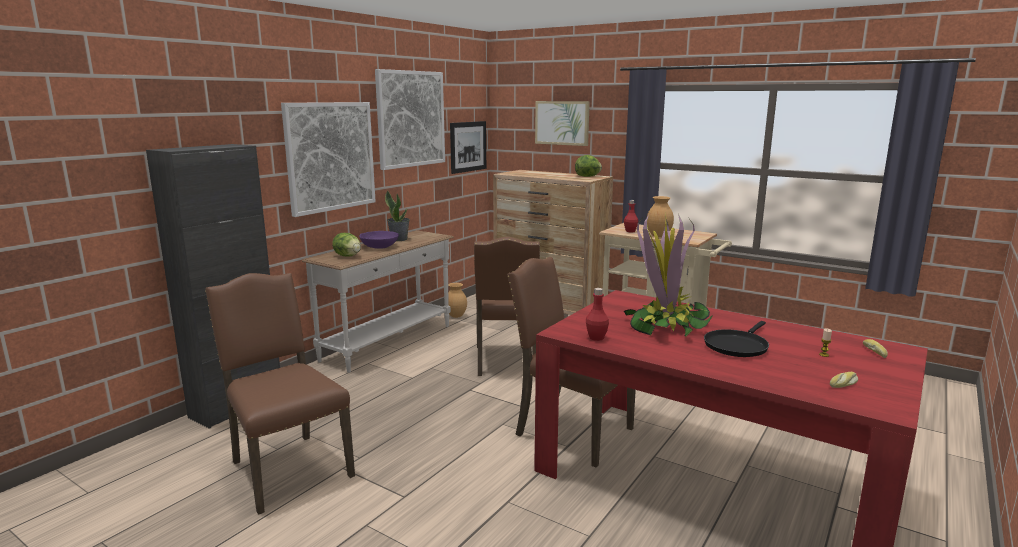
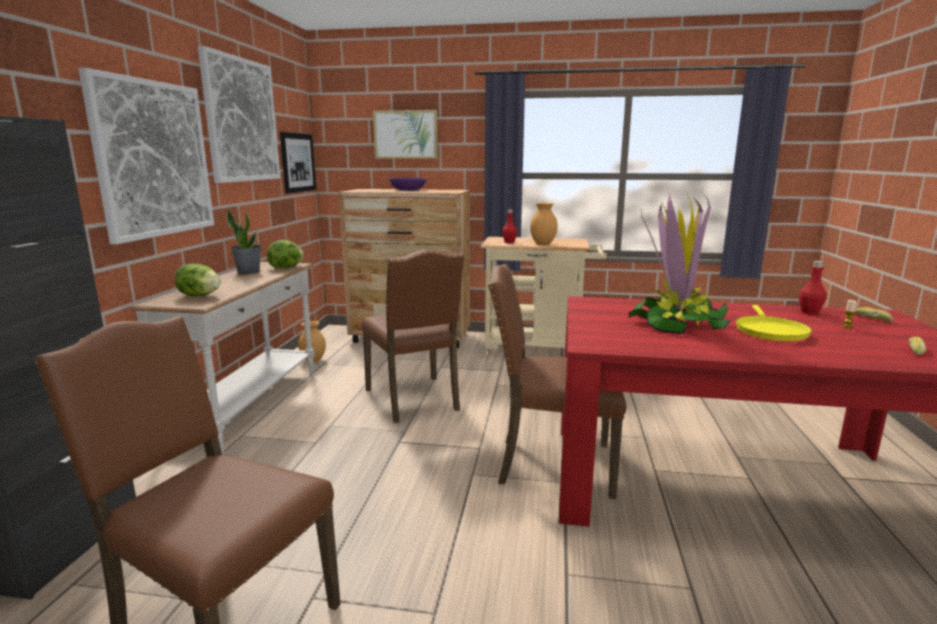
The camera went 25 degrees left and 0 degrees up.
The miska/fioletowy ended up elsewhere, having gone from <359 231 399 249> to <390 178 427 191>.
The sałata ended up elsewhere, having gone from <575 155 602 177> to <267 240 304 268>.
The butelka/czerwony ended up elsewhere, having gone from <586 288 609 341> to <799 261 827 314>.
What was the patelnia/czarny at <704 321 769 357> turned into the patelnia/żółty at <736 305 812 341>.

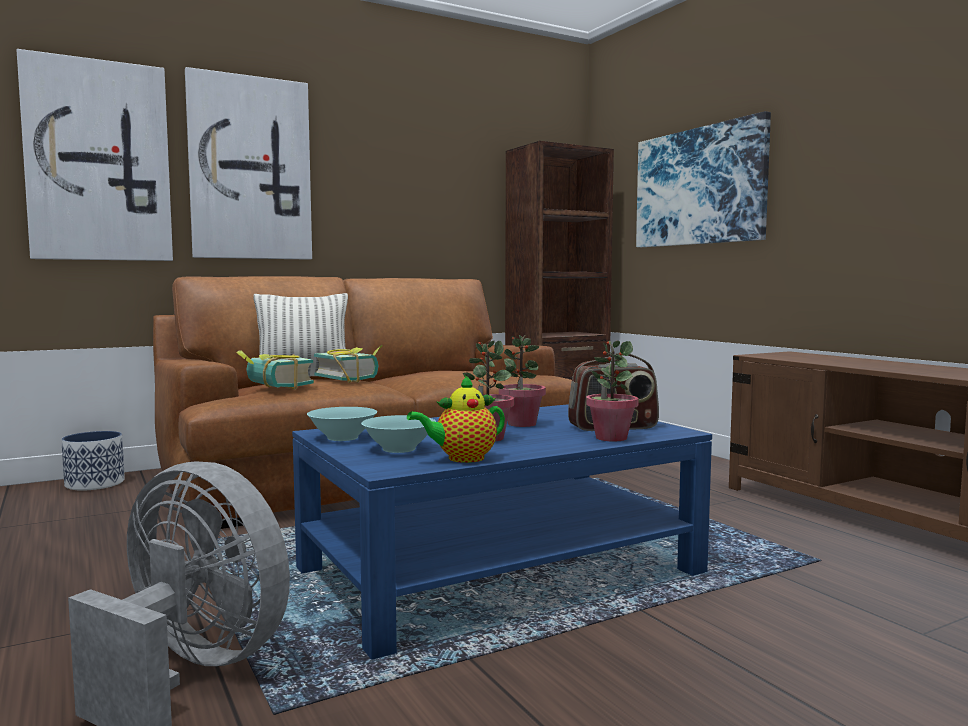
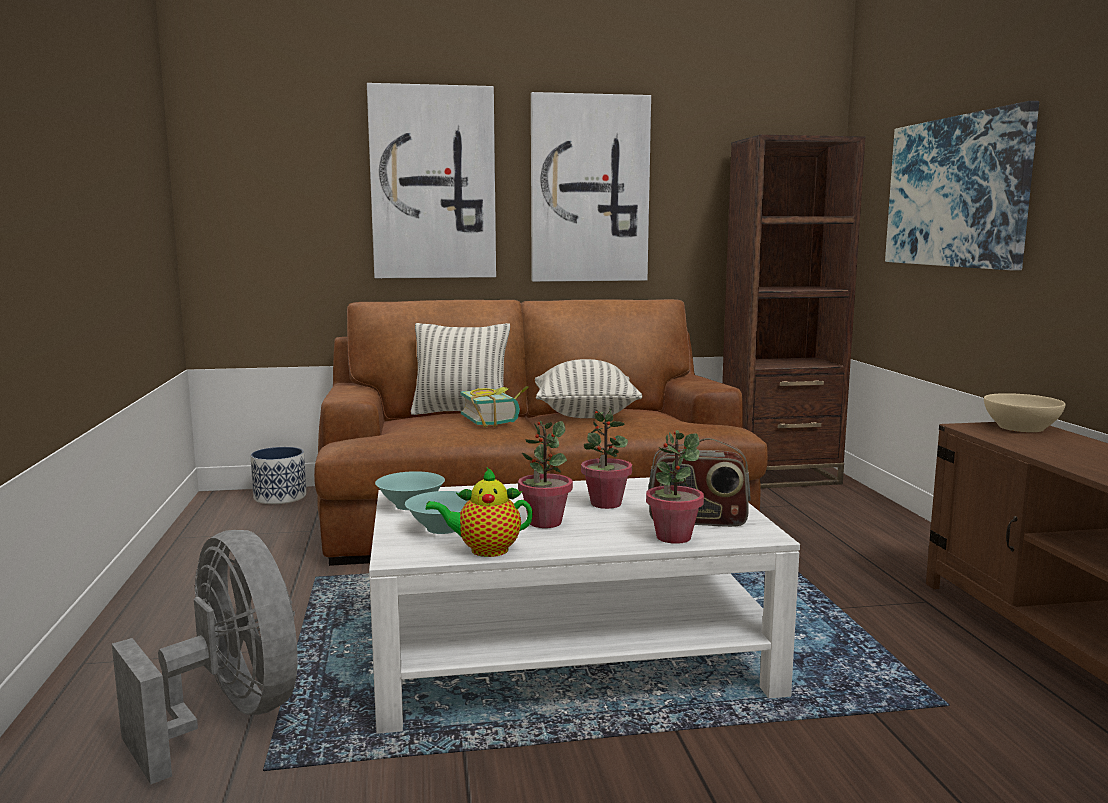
The camera went 20 degrees right and 5 degrees up.
The obraz ended up elsewhere, having gone from <17 49 173 261> to <531 92 651 282>.
The second view lost the książka at <237 350 314 390>.
What was the ława/niebieski at <292 404 712 660> turned into the ława/biały at <369 477 800 734>.
The second view gained the poduszka at <535 359 642 418>.
The second view gained the miska/beżowy at <984 393 1066 432>.

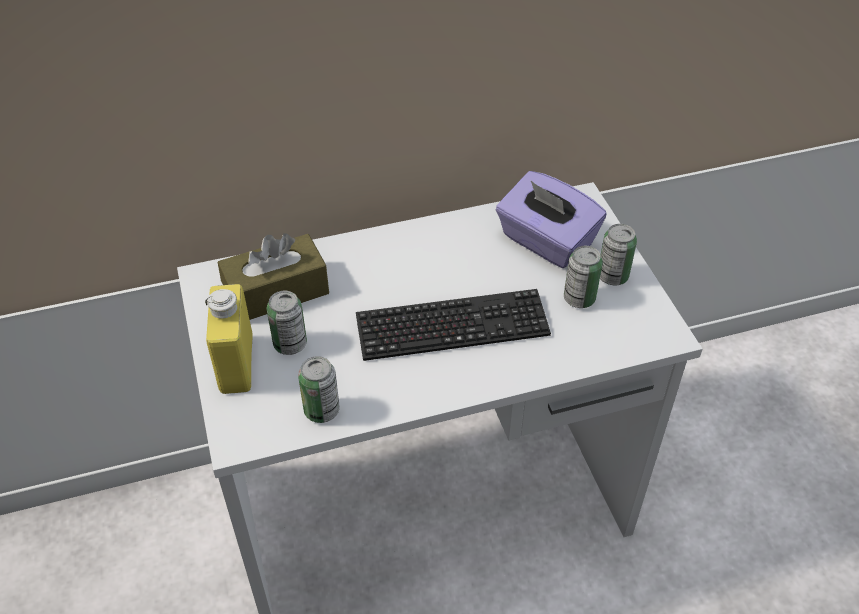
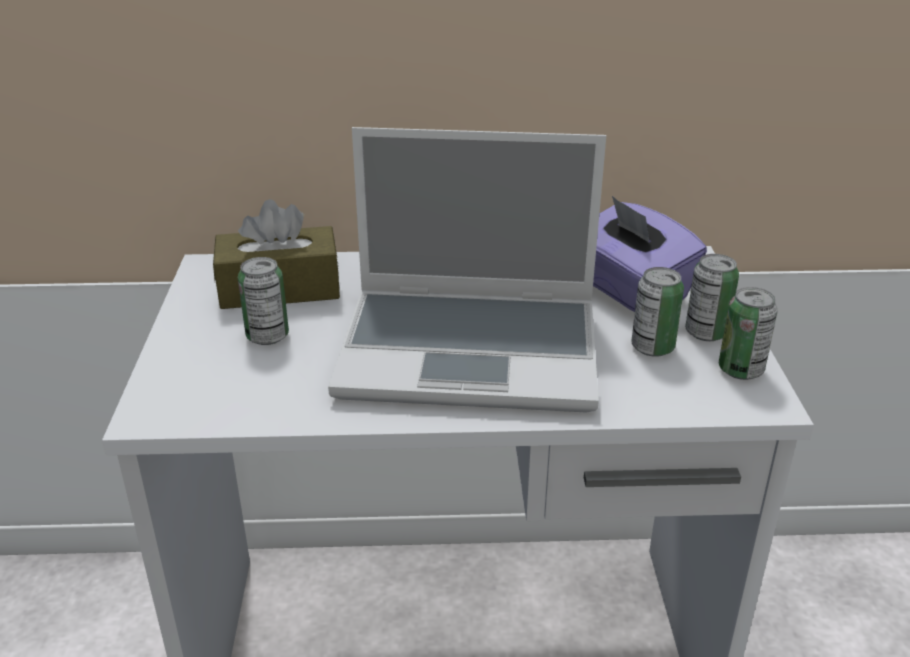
The camera went 15 degrees right and 15 degrees down.
The second view lost the butelka/żółty at <205 284 253 394>.
The puszka ended up elsewhere, having gone from <298 356 340 423> to <719 287 777 380>.
Where the klawiatura stood at <356 289 551 361>, the laptop came to stand at <328 127 606 413>.

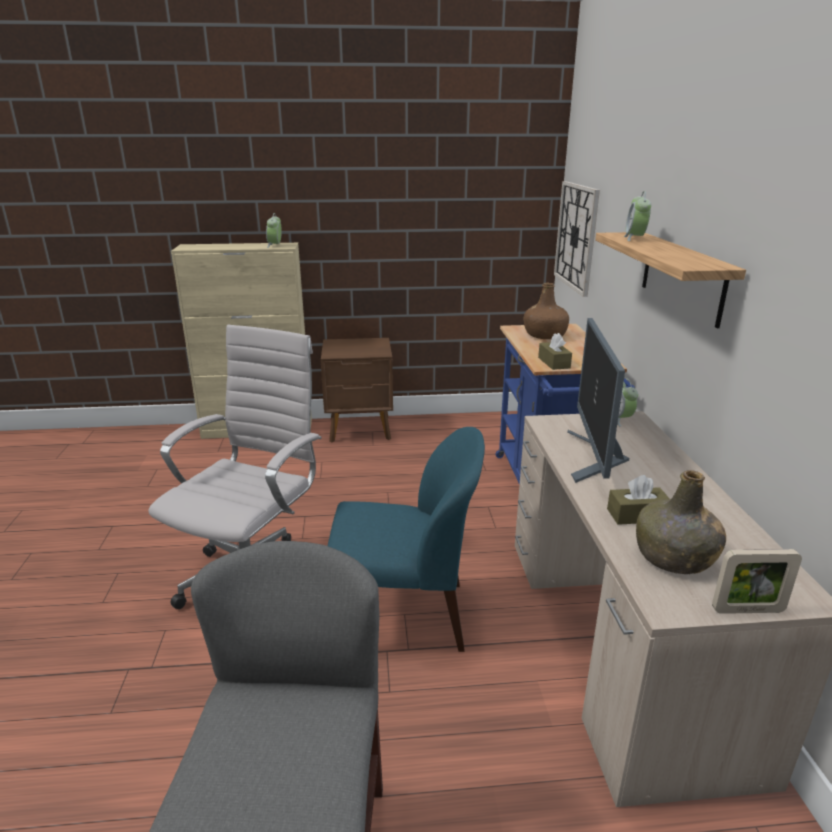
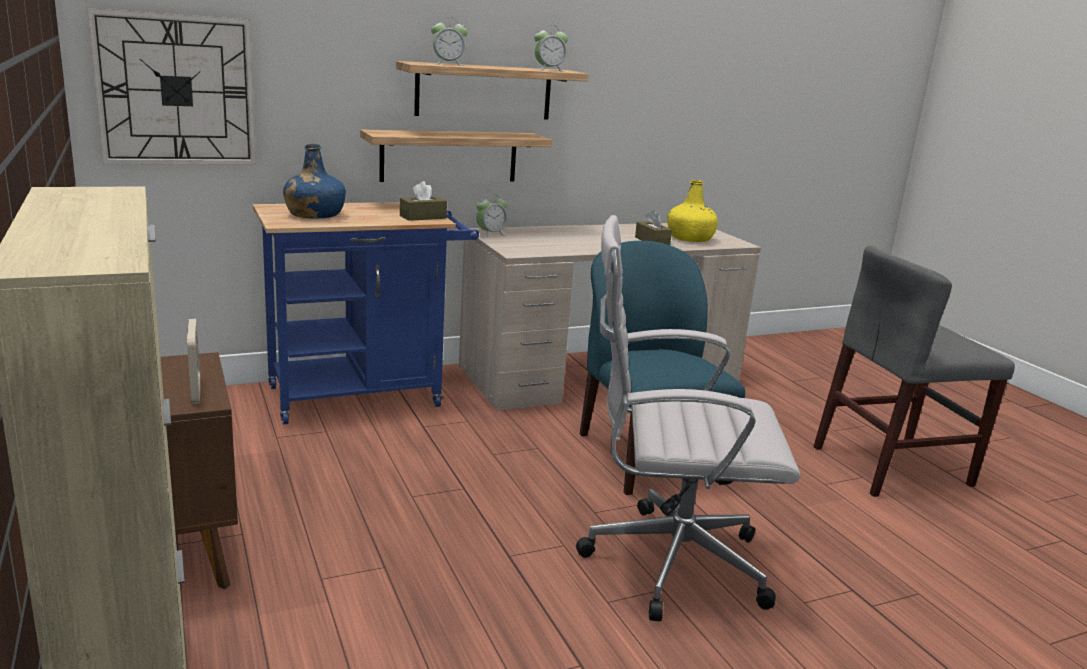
The camera went 110 degrees left and 5 degrees down.
The budzik ended up elsewhere, having gone from <266 213 282 248> to <534 25 568 72>.
What was the butelka/brązowy at <524 283 569 339> turned into the butelka/niebieski at <283 144 346 218>.
The second view lost the monitor at <567 318 629 483>.
What was the butelka/zielony at <636 470 726 574> turned into the butelka/żółty at <667 179 718 242>.
The ramka na zdjęcie ended up elsewhere, having gone from <712 549 802 614> to <187 319 201 404>.
The second view gained the półka at <360 130 552 182>.

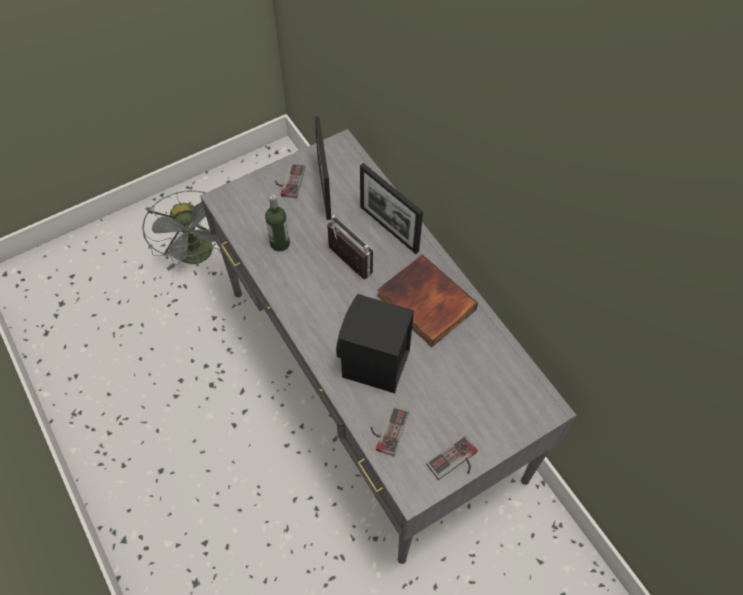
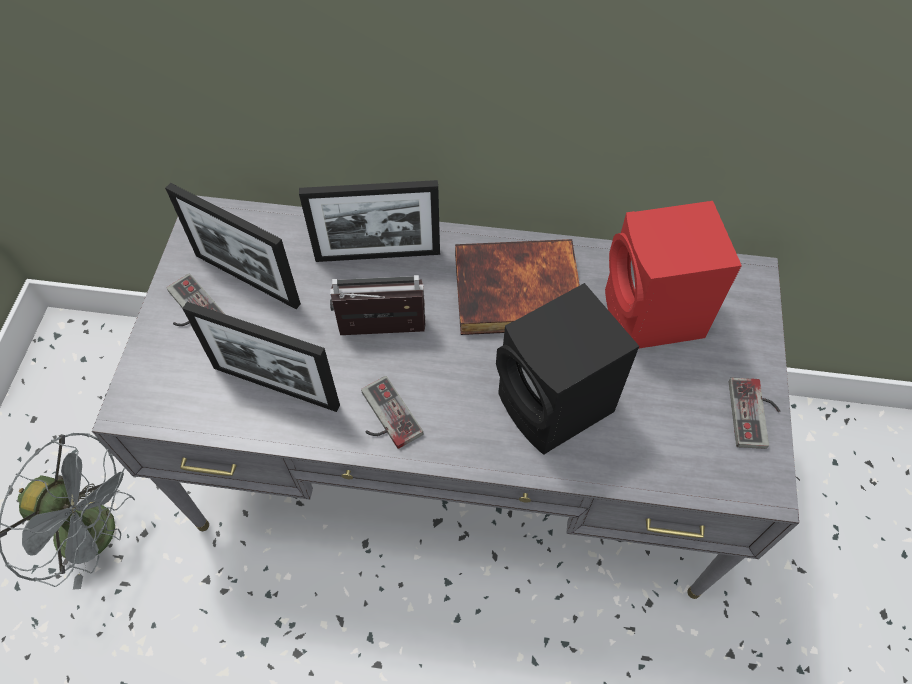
The camera went 50 degrees left and 0 degrees up.
Where the butelka stood at <265 194 290 252>, the ramka na zdjęcie came to stand at <182 302 340 412>.
The pad do gier ended up elsewhere, having gone from <371 405 409 456> to <361 376 423 449>.
The second view gained the głośnik/czerwony at <605 201 742 349>.

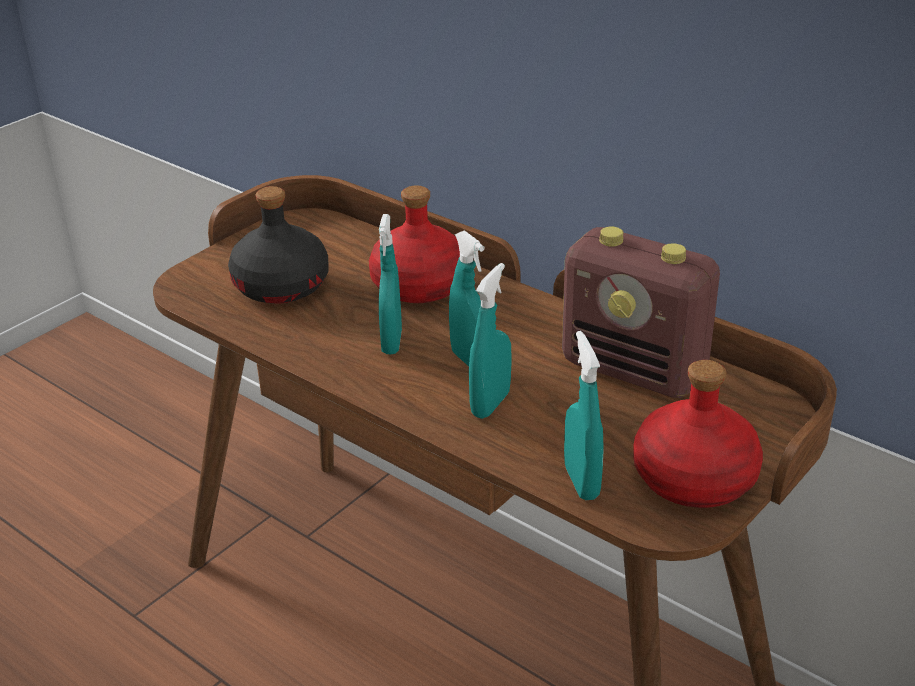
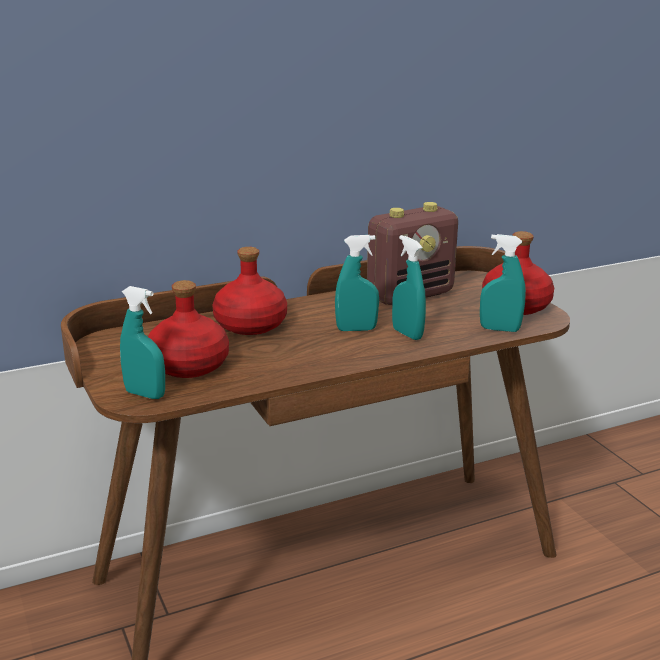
The camera went 65 degrees left and 10 degrees down.
What was the butelka/czarny at <228 186 329 304> turned into the butelka/czerwony at <148 280 229 378>.
The spryskiwacz/turkusowy ended up elsewhere, having gone from <379 214 402 354> to <120 286 165 399>.

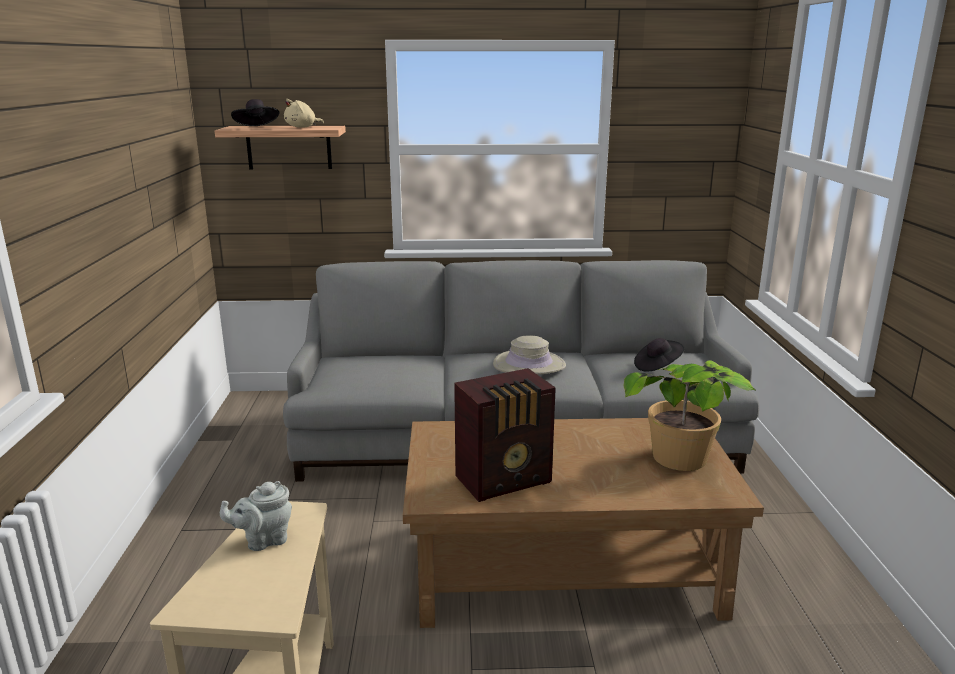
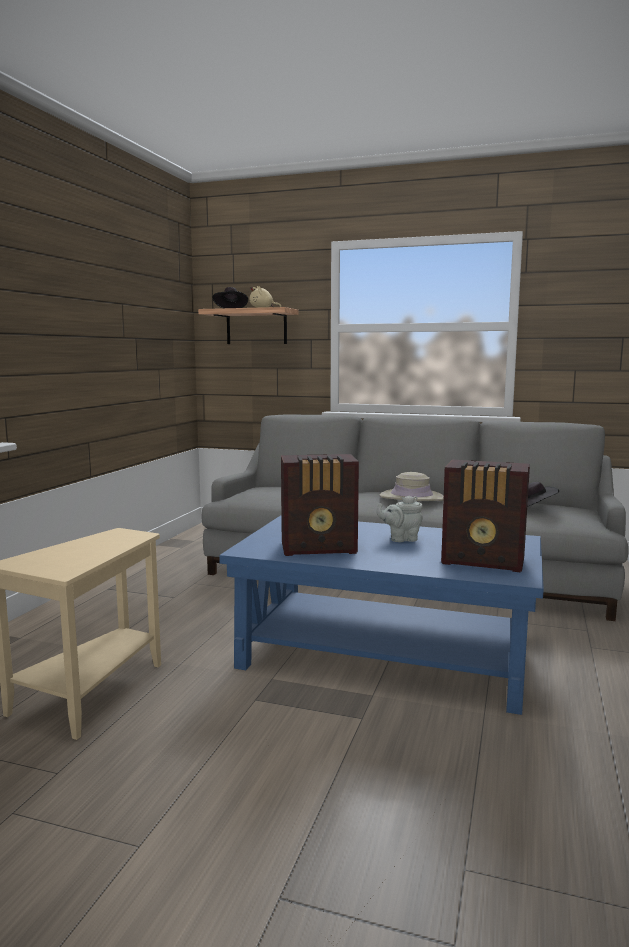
The camera went 20 degrees right and 10 degrees down.
The imbryk/szary ended up elsewhere, having gone from <220 481 292 551> to <376 496 423 542>.
What was the ława/brązowy at <403 418 764 628> turned into the ława/niebieski at <219 515 544 715>.
Where the roślina doniczkowa stood at <623 360 756 471>, the radio came to stand at <441 460 530 572>.

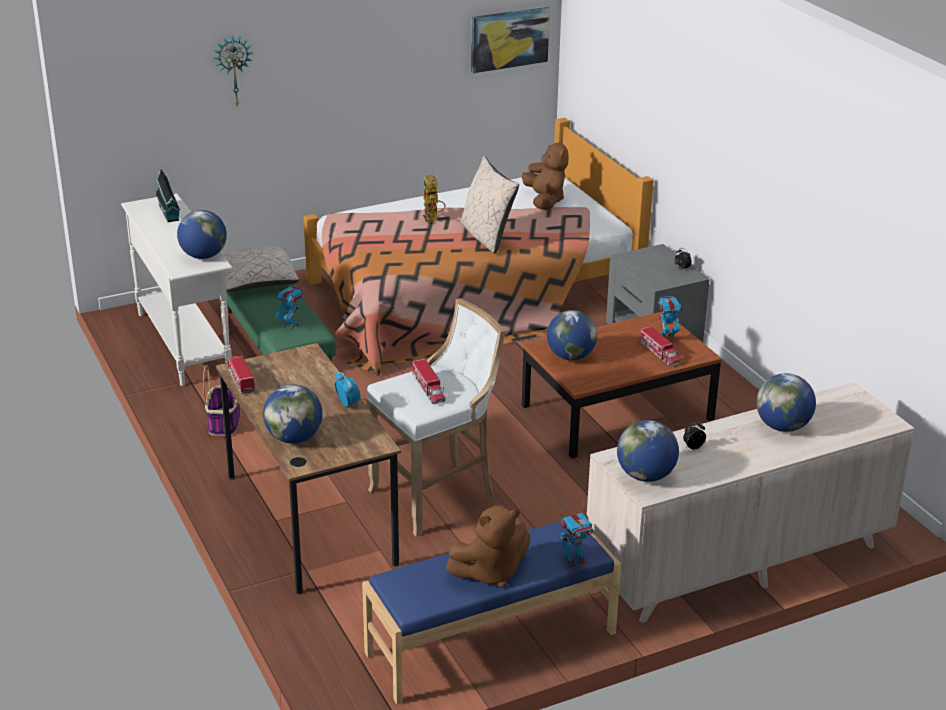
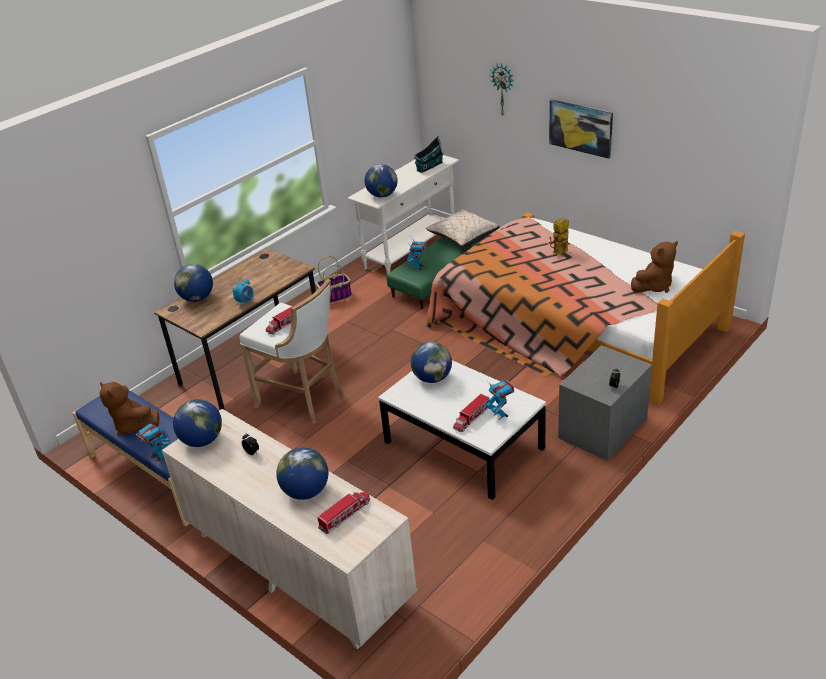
The camera went 70 degrees right and 5 degrees up.
The ciężarówka zabawkowa ended up elsewhere, having gone from <226 355 255 395> to <317 492 370 534>.
The second view lost the poduszka/beżowy at <461 156 519 254>.
The obraz ended up elsewhere, having gone from <471 6 550 73> to <549 99 613 159>.
What was the ława/brązowy at <522 312 722 459> turned into the ława/biały at <378 360 546 500>.

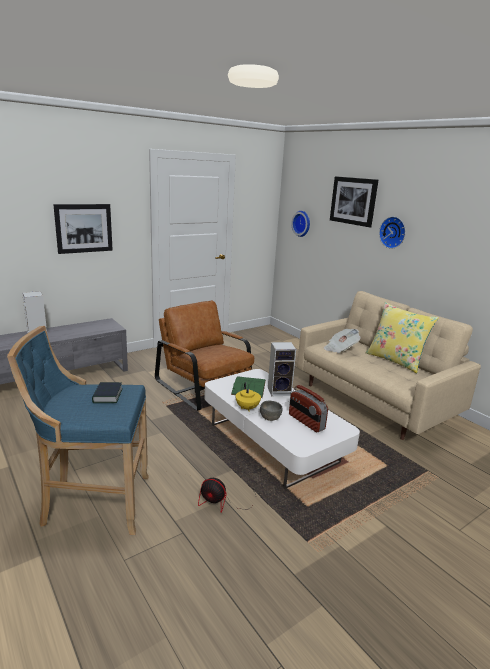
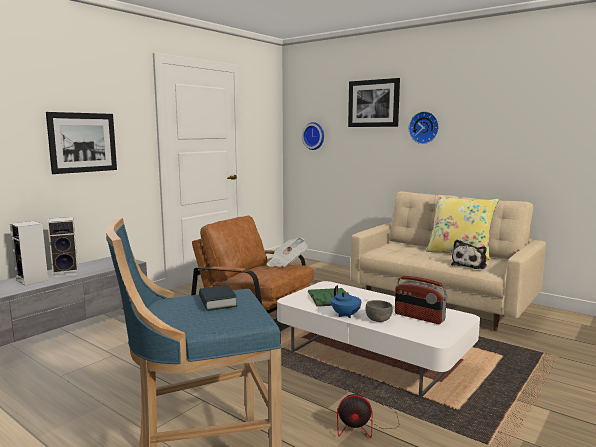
The camera went 15 degrees left and 10 degrees down.
What was the imbryk/żółty at <236 382 261 411> turned into the imbryk/niebieski at <331 285 362 318>.
The głośnik ended up elsewhere, having gone from <268 342 296 396> to <47 217 78 278>.
The gazeta ended up elsewhere, having gone from <324 329 361 353> to <267 238 308 267>.
The second view gained the pluszak at <451 240 487 269>.

